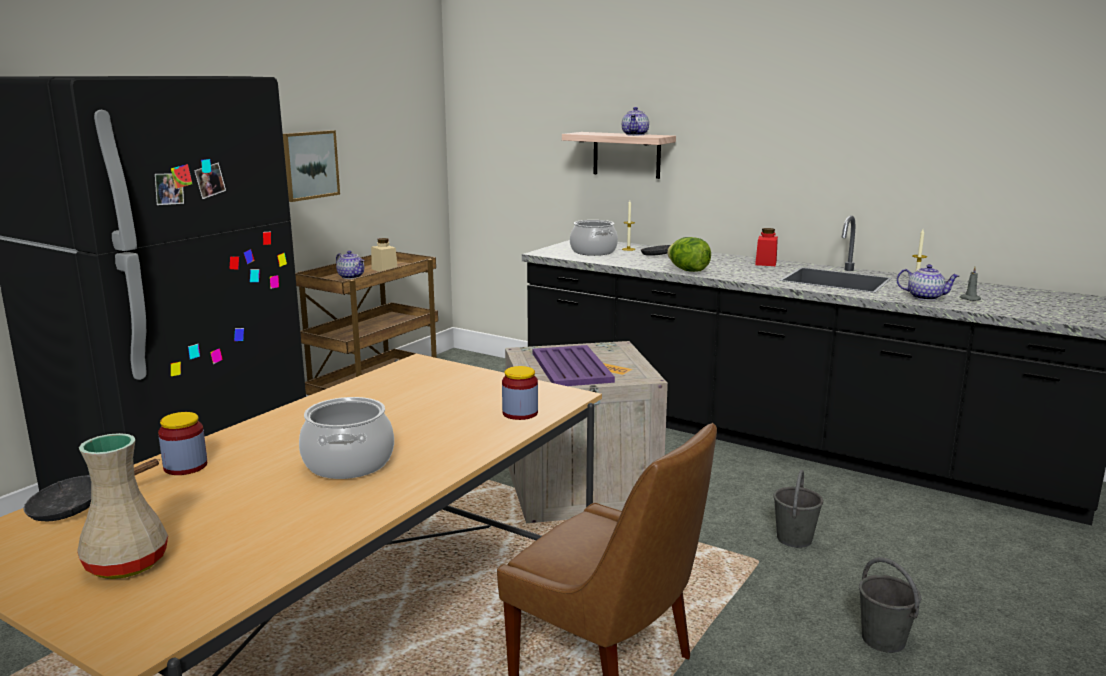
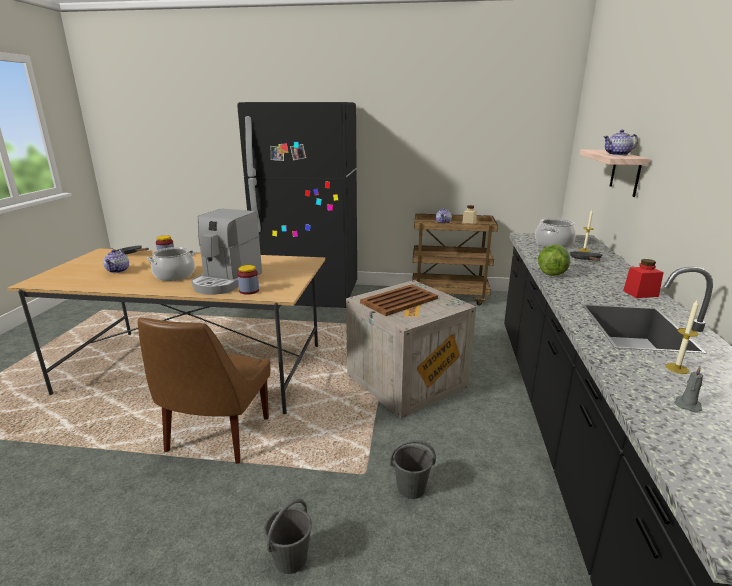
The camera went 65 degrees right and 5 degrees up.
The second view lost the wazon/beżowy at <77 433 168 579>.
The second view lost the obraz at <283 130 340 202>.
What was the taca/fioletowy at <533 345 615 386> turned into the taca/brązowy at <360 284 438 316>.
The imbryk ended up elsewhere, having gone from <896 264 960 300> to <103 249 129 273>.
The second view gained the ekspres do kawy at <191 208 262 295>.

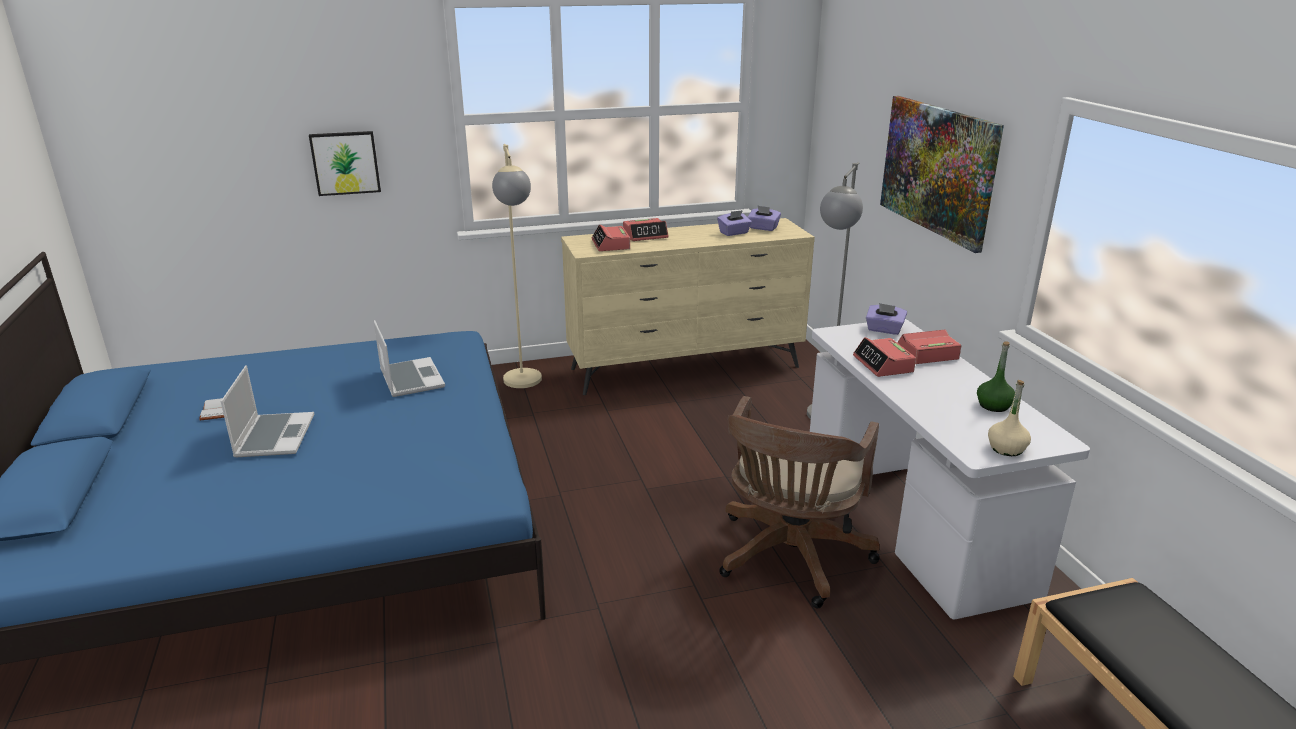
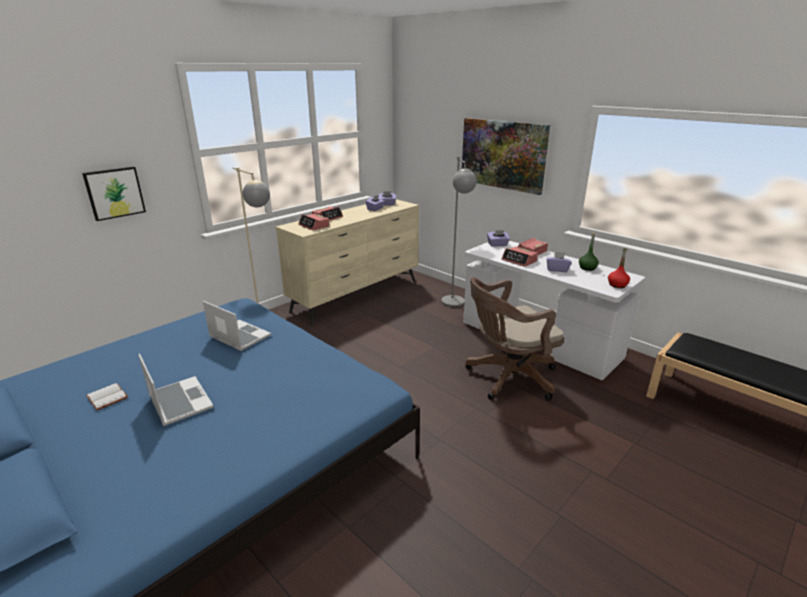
The camera went 30 degrees left and 0 degrees up.
The krzesło biurowe/brązowy at <719 396 880 608> ended up facing another way, 75 degrees clockwise from before.
What was the butelka/beżowy at <988 380 1031 456> turned into the butelka/czerwony at <608 248 630 288>.
The second view gained the pudełko chusteczek/fioletowy at <547 252 572 272>.

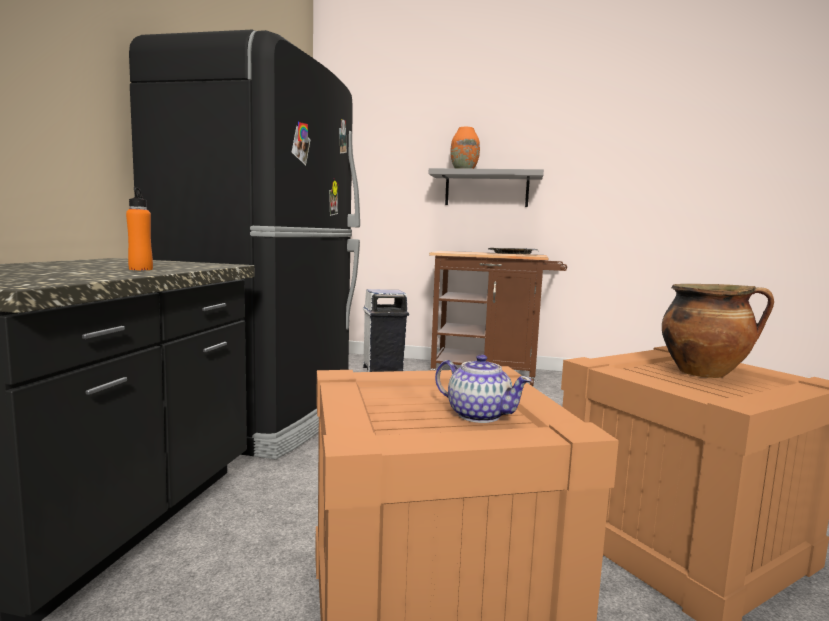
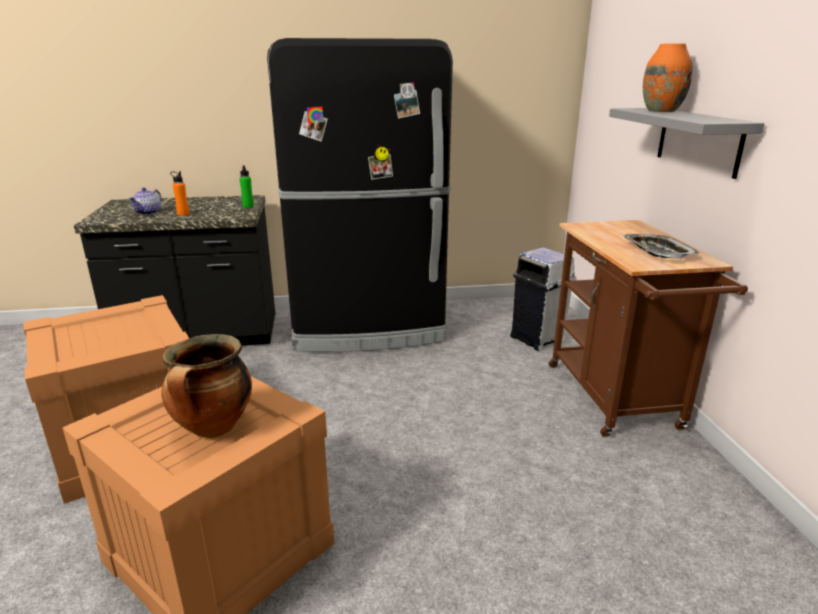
The camera went 70 degrees right and 15 degrees up.
The imbryk ended up elsewhere, having gone from <435 354 532 423> to <129 188 161 215>.
The second view gained the butelka/zielony at <239 165 254 208>.

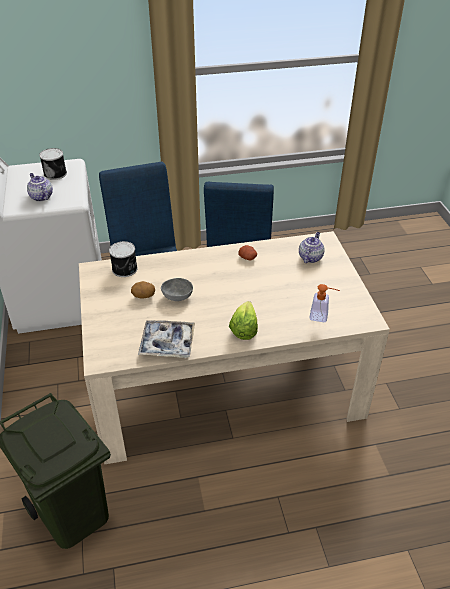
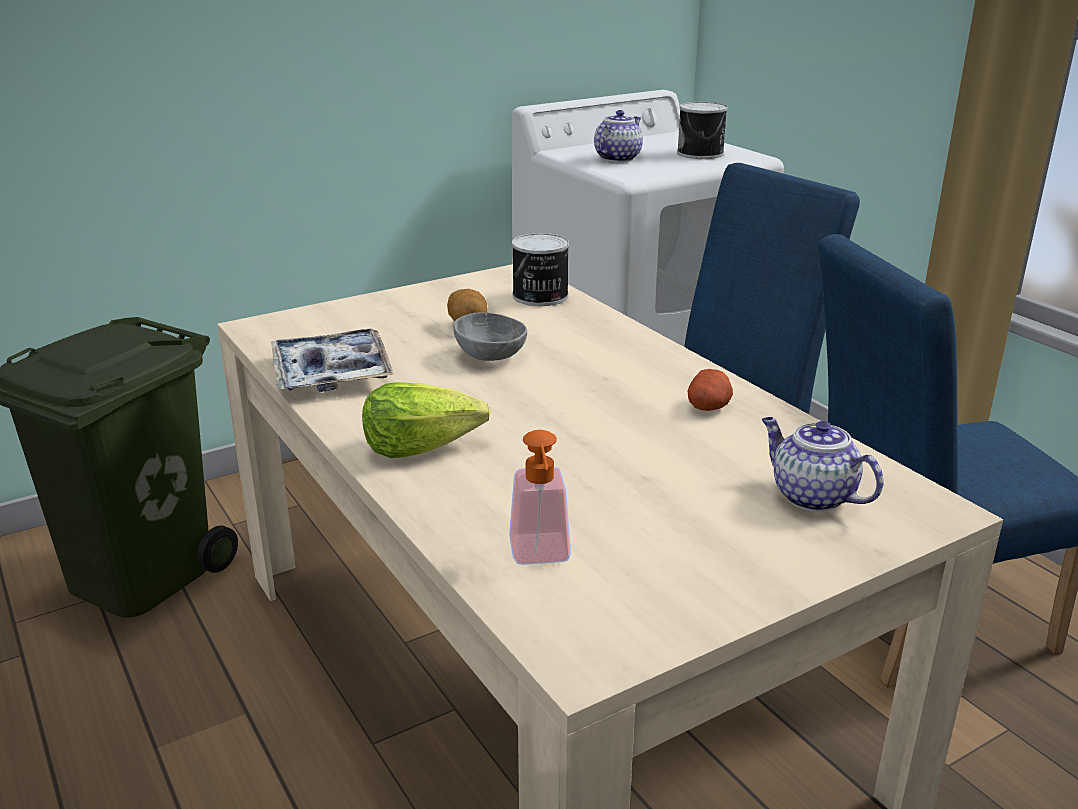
The camera went 70 degrees right and 15 degrees down.
The imbryk at <299 232 324 263> ended up facing another way, 135 degrees counterclockwise from before.

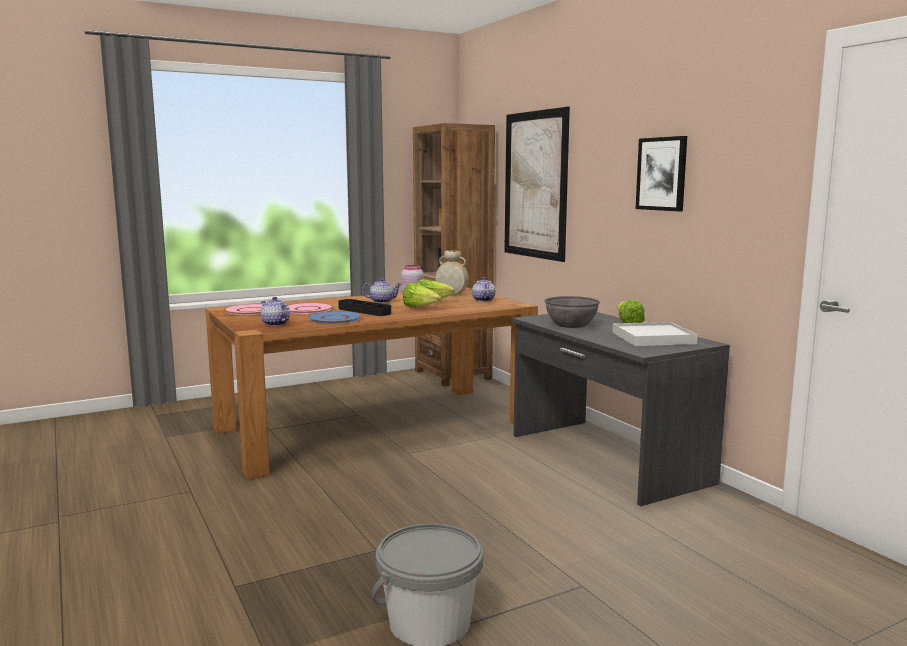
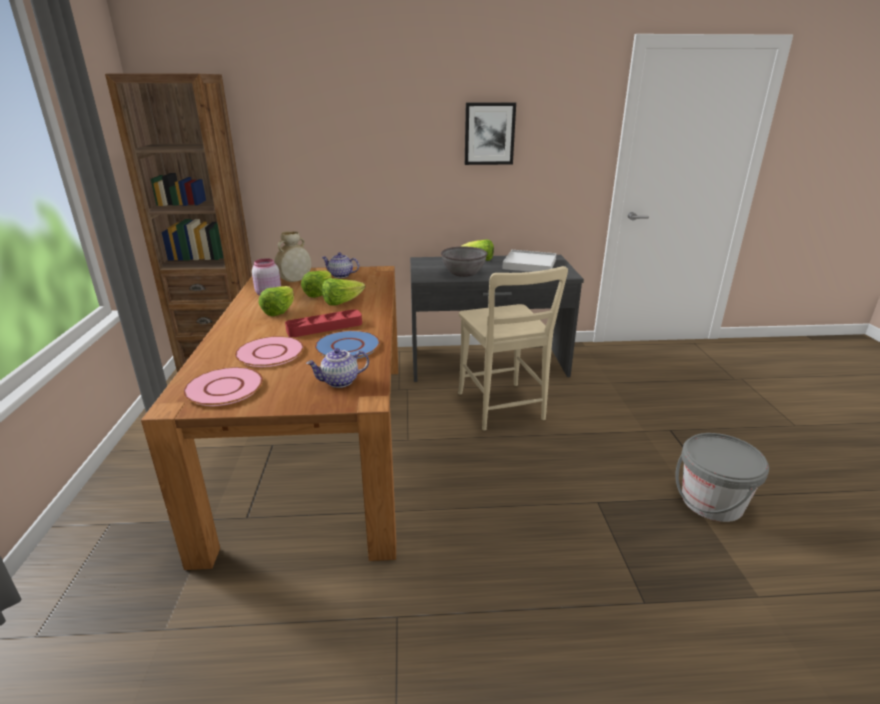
The camera went 65 degrees left and 15 degrees up.
What was the taca/czarny at <338 299 391 316> turned into the taca/czerwony at <285 310 362 337>.
Where the imbryk stood at <362 278 401 303>, the sałata came to stand at <259 286 294 316>.
The second view lost the obraz at <504 107 570 262>.
The second view gained the krzesło/beżowy at <458 266 568 430>.

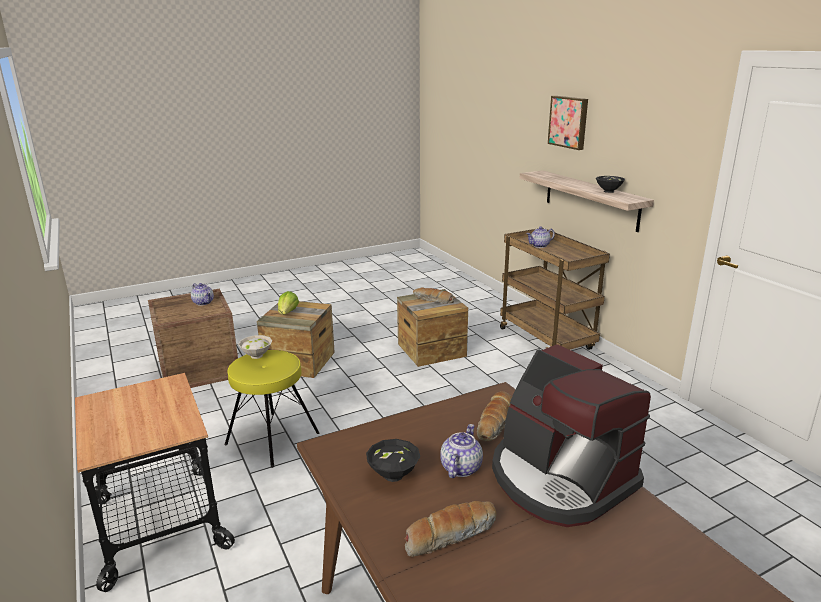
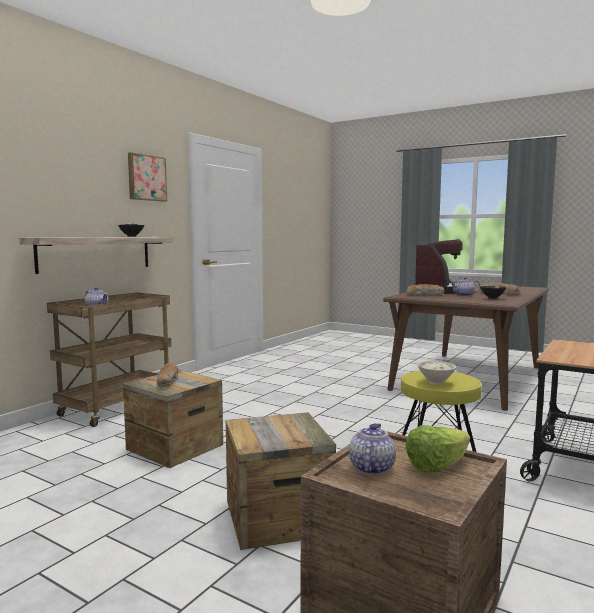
The camera went 120 degrees left and 15 degrees down.
The sałata ended up elsewhere, having gone from <278 291 299 315> to <406 425 470 473>.
The obraz ended up elsewhere, having gone from <548 96 588 150> to <128 152 167 201>.

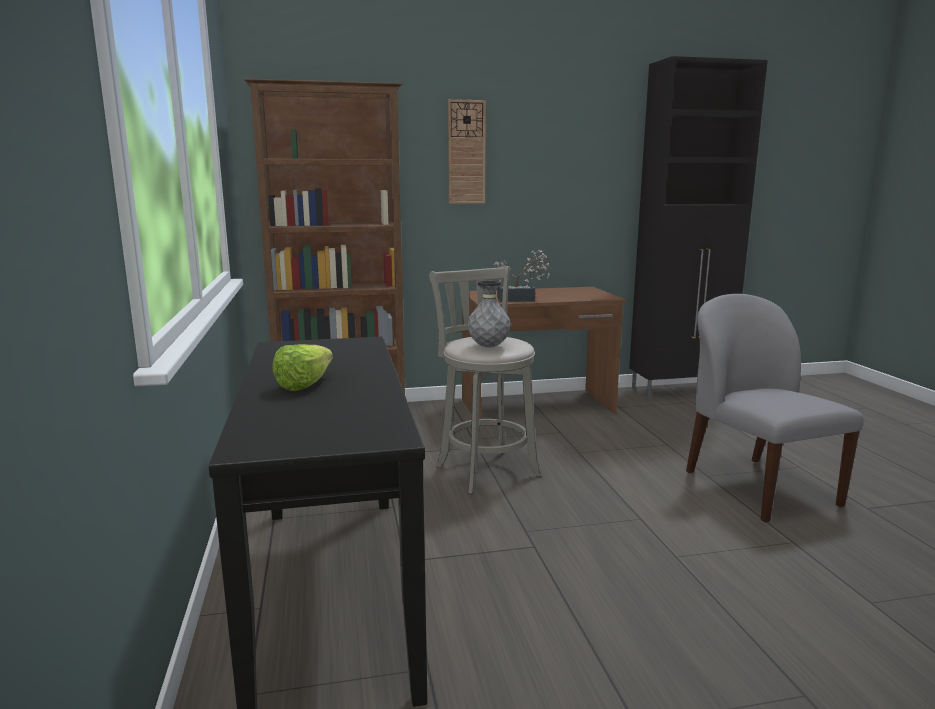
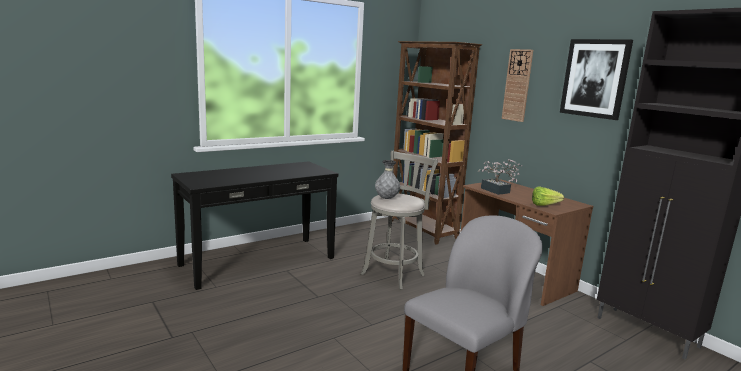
The camera went 65 degrees right and 0 degrees up.
The sałata ended up elsewhere, having gone from <272 344 333 391> to <532 186 564 206>.
The second view gained the obraz at <560 39 633 120>.

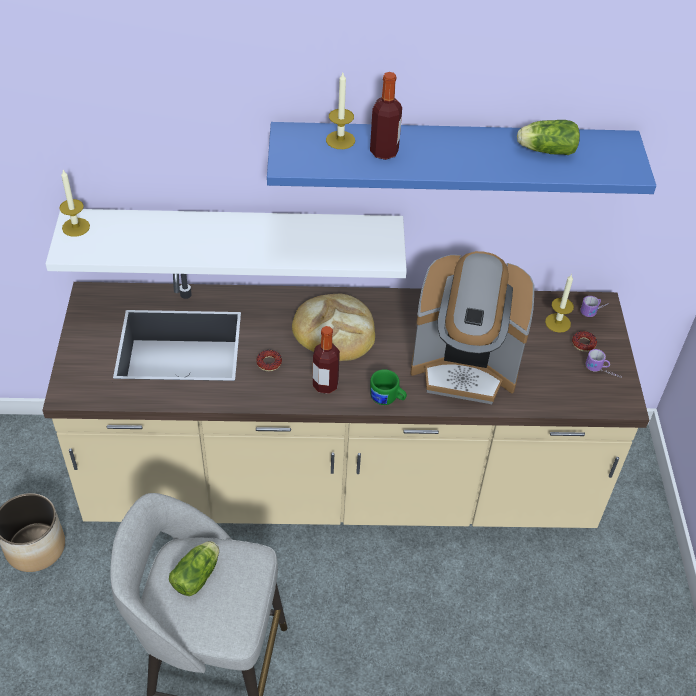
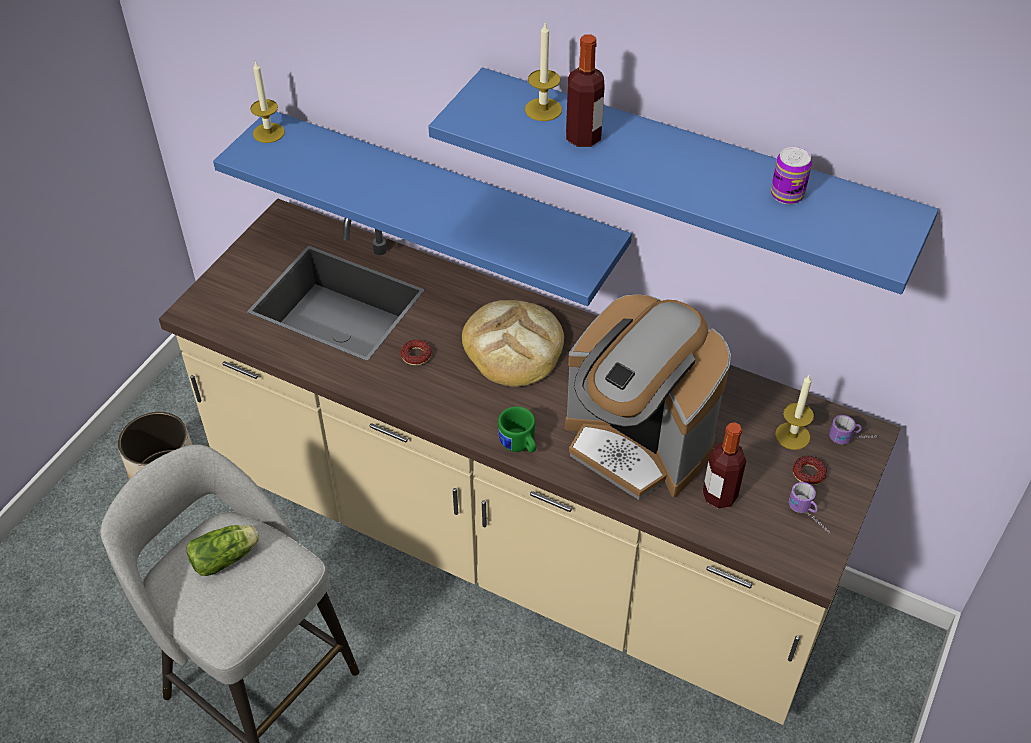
The camera went 30 degrees right and 0 degrees up.
What was the półka/biały at <46 209 407 278> turned into the półka/niebieski at <213 112 632 306>.
The butelka ended up elsewhere, having gone from <313 326 340 394> to <703 422 746 508>.
Where the sałata stood at <517 120 580 155>, the puszka came to stand at <771 147 812 204>.

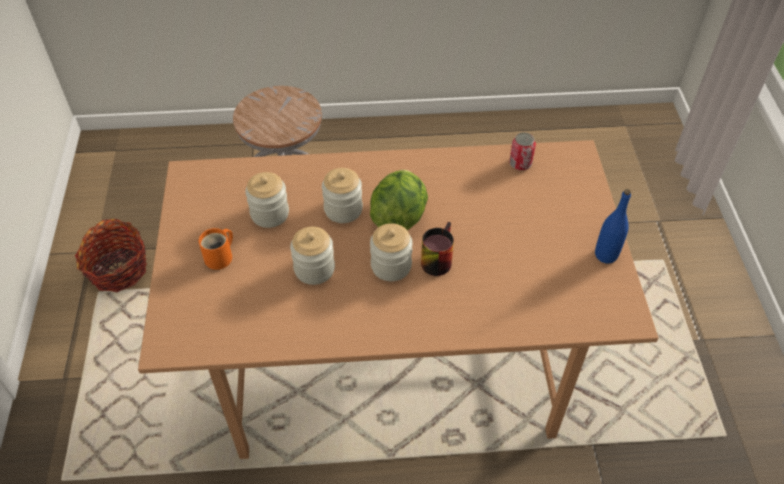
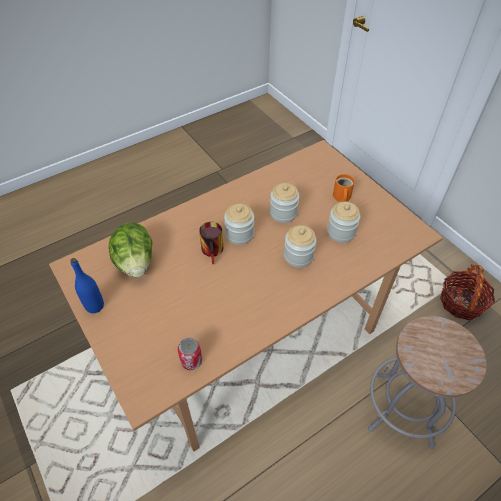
The camera went 150 degrees right and 0 degrees up.
The sałata ended up elsewhere, having gone from <370 170 428 231> to <109 223 153 277>.

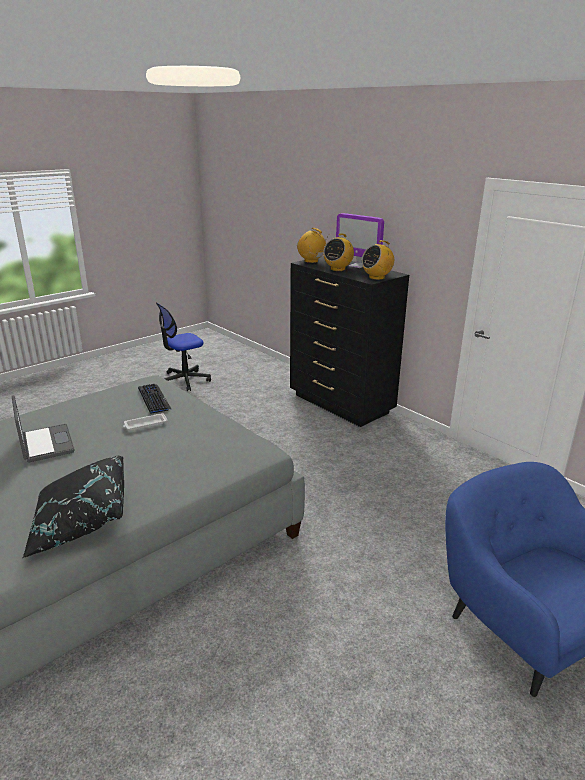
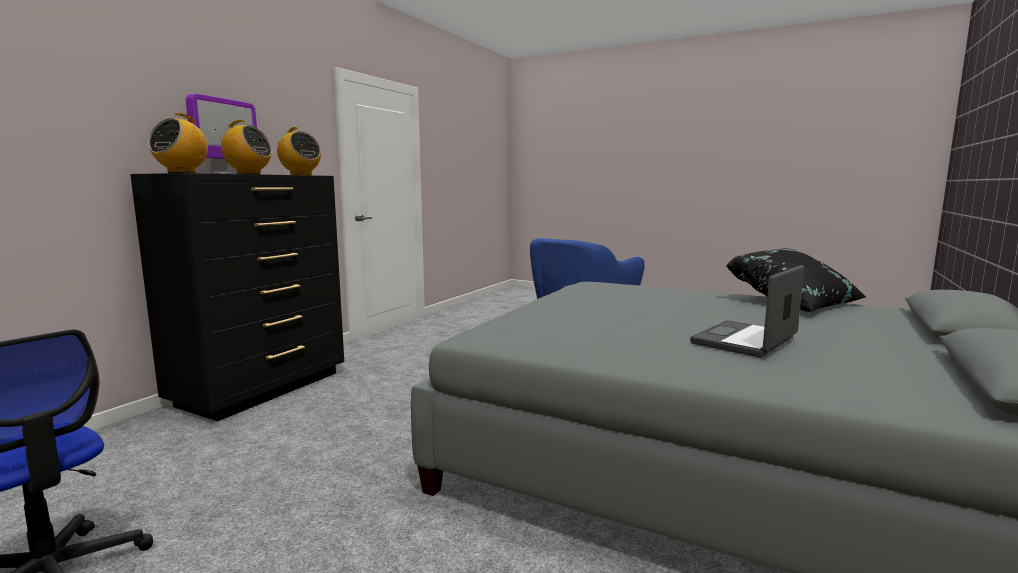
The camera went 110 degrees left and 15 degrees down.
The second view lost the taca/biały at <123 413 168 430>.
The second view lost the klawiatura at <138 384 172 414>.

